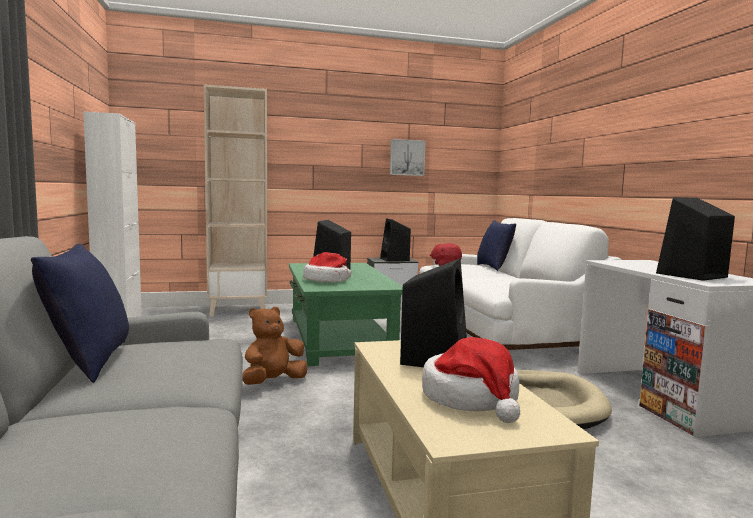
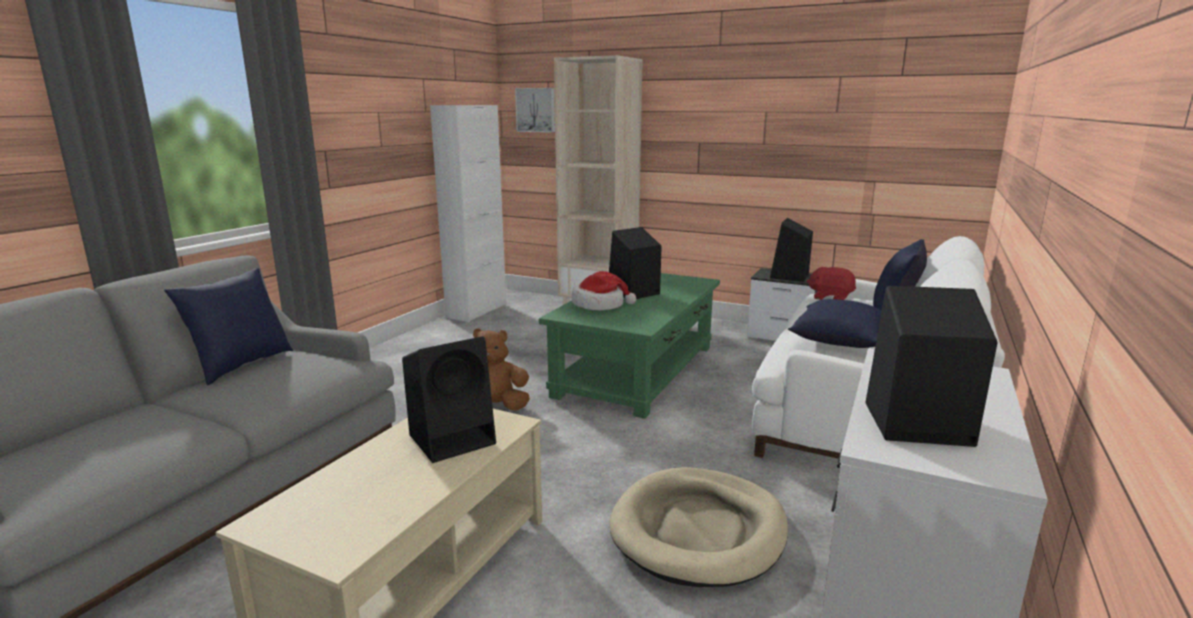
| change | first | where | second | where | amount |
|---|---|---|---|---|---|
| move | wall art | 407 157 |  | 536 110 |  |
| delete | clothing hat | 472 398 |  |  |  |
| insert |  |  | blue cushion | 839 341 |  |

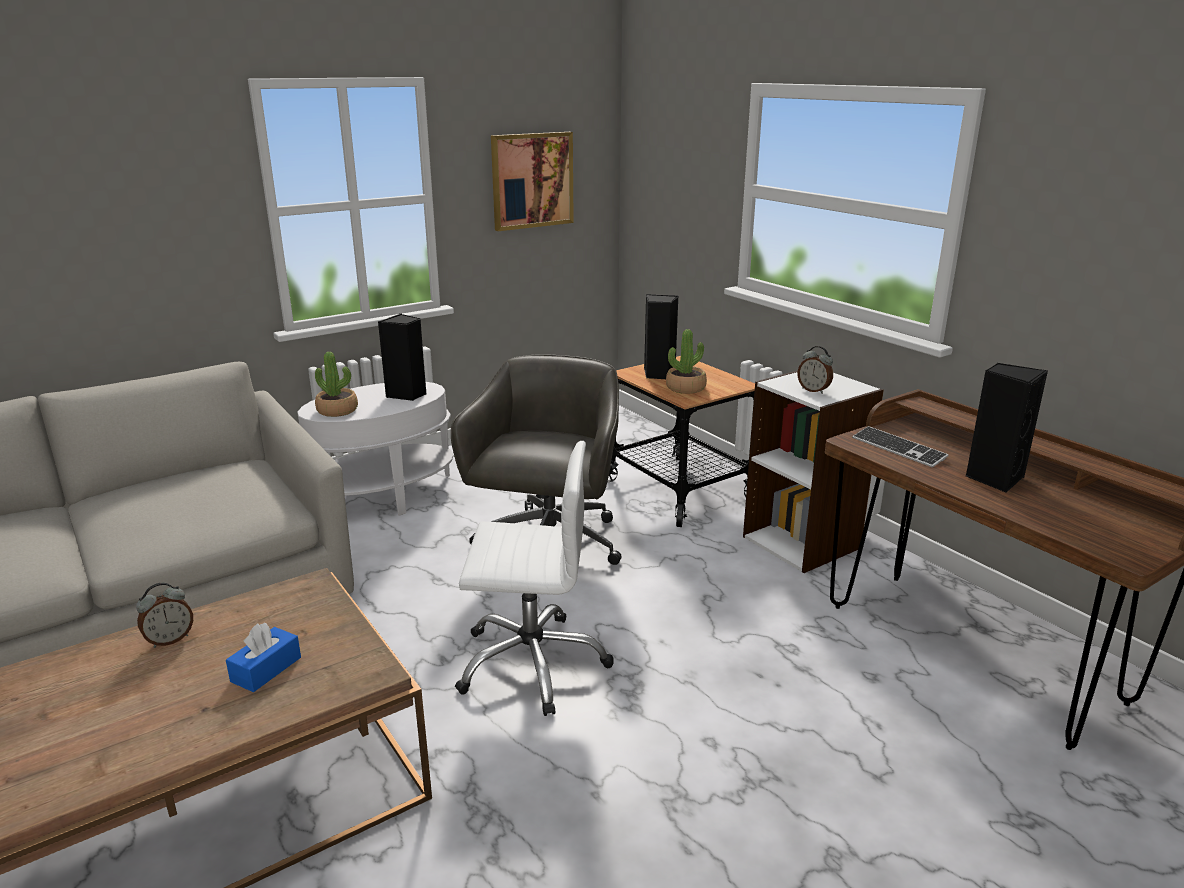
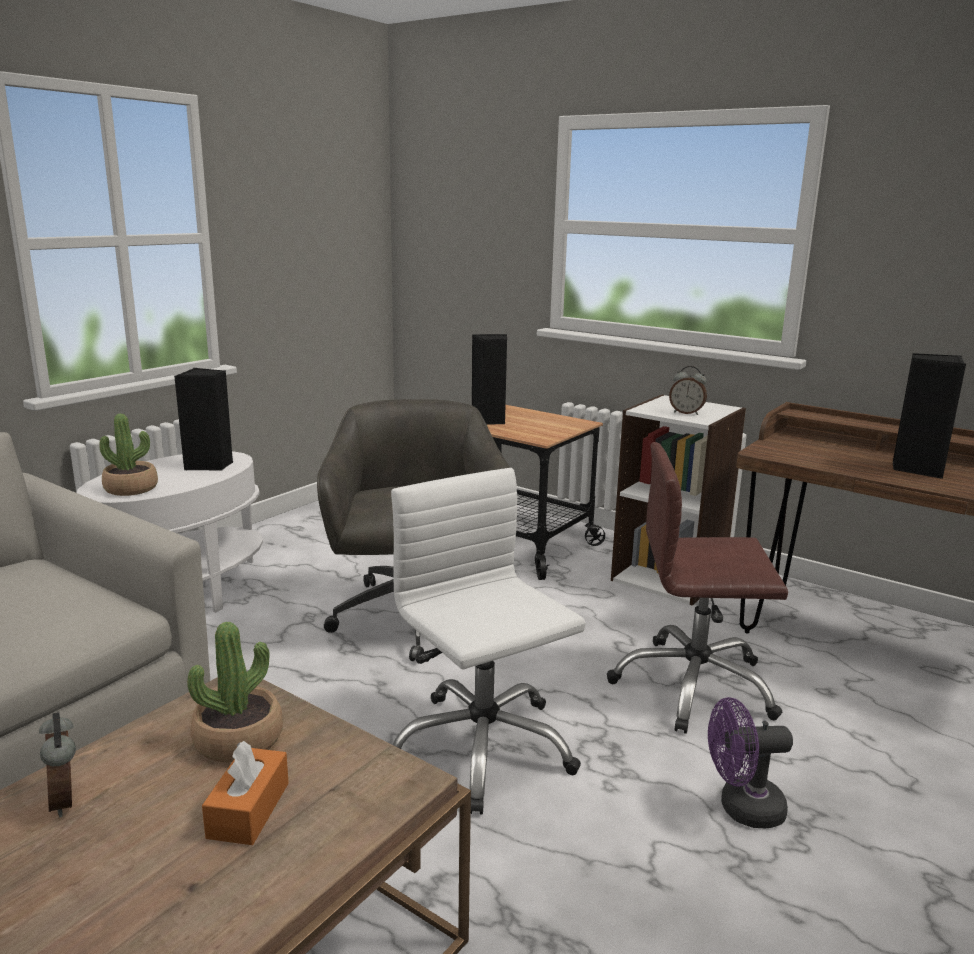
| change | first | where | second | where | amount |
|---|---|---|---|---|---|
| delete | wall art | 532 180 |  |  |  |
| move | potted plant | 685 388 |  | 238 739 |  |
| delete | computer keyboard | 898 449 |  |  |  |
| rotate | white-coloured computer chair | 532 662 |  | 481 747 | 105 degrees counterclockwise |
| rotate | bedside clock | 170 639 |  | 66 801 | 120 degrees clockwise |
| recolor | blue tissue box | 266 669 | orange-coloured tissue box | 248 810 |  |
| insert |  |  | brown computer chair | 693 686 |  |
| insert |  |  | purplish cooling fan | 742 809 |  |

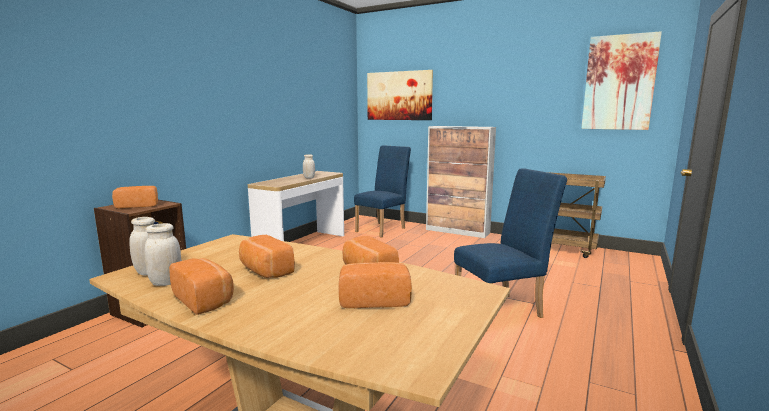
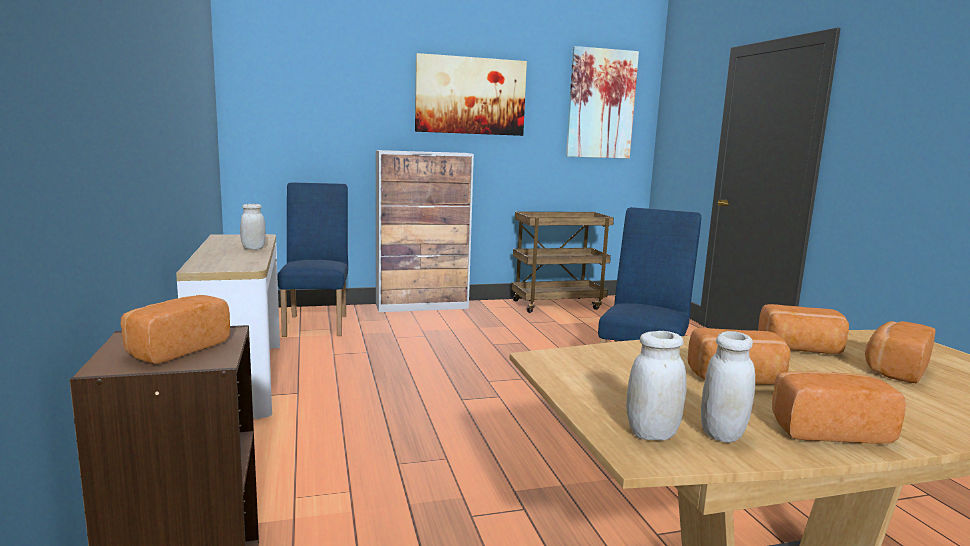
| change | first | where | second | where | amount |
|---|---|---|---|---|---|
| move | wall art | 399 96 |  | 470 96 |  |

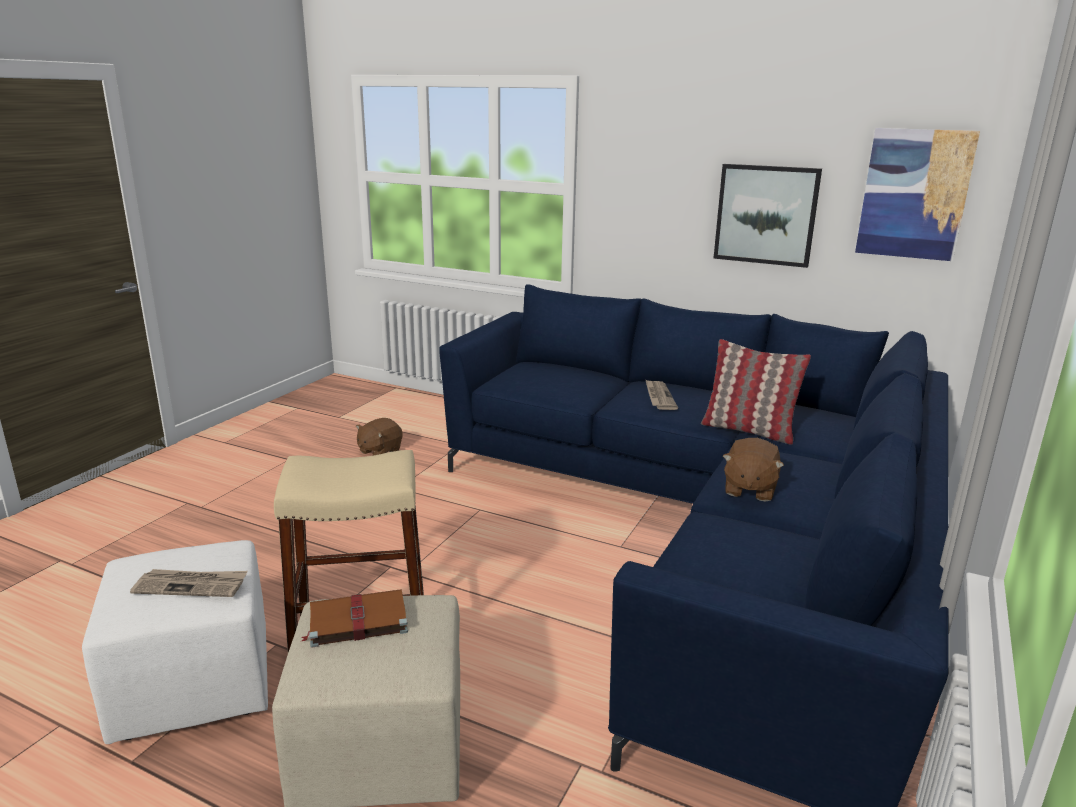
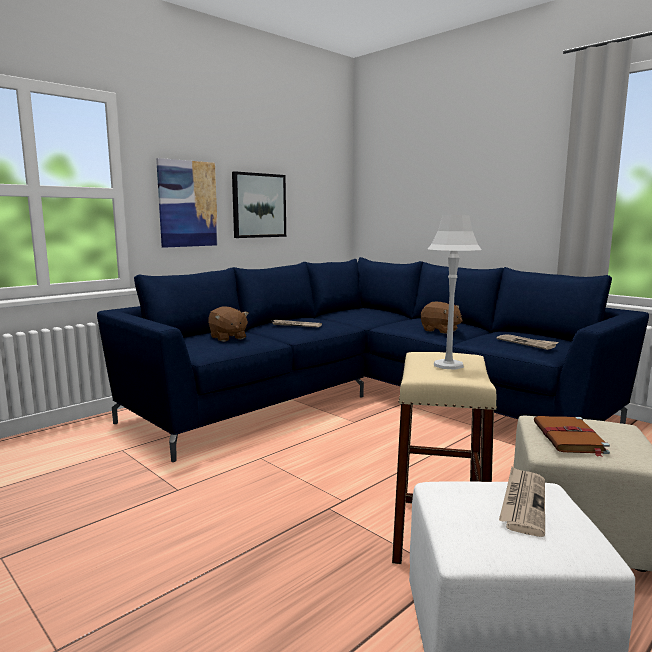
| change | first | where | second | where | amount |
|---|---|---|---|---|---|
| move | wall art | 914 194 |  | 187 204 |  |
| delete | cushion | 748 430 |  |  |  |
| move | brown soft toy | 379 451 |  | 227 338 |  |
| insert |  |  | greyish lamp for a table | 448 365 |  |
| insert |  |  | daily paper | 527 343 |  |

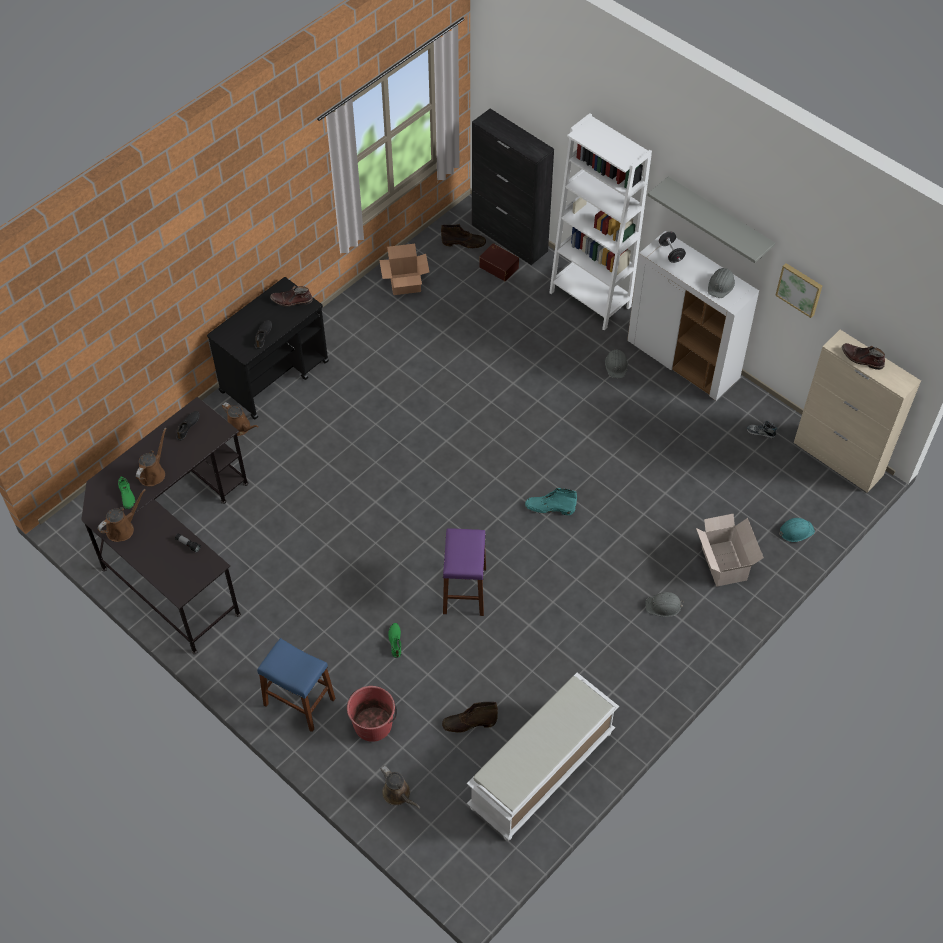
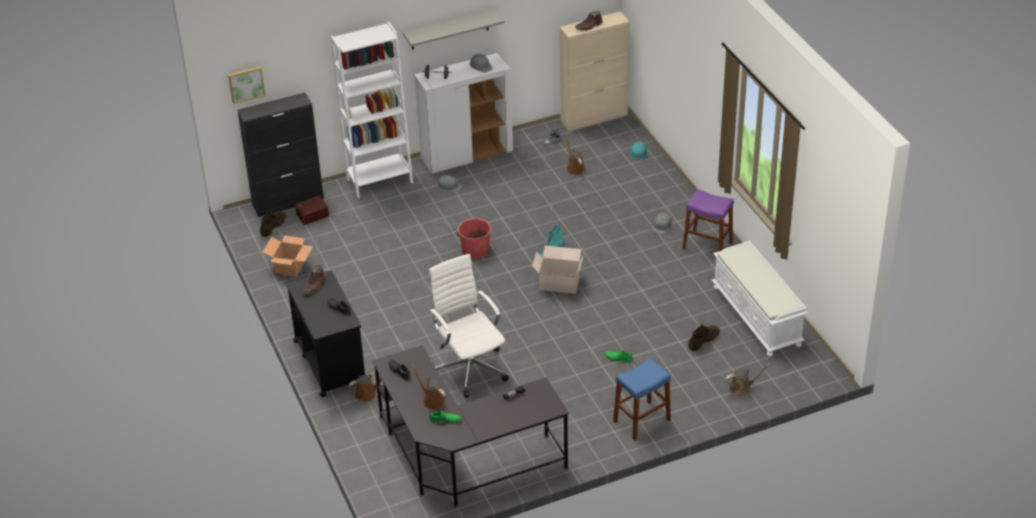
| change | first | where | second | where | amount |
|---|---|---|---|---|---|
| move | wall art | 800 289 |  | 246 84 |  |
| move | brown sprinkling can | 122 528 |  | 574 168 |  |
| move | carton | 723 562 |  | 558 283 |  |
| move | purplish stool seat | 464 591 |  | 707 245 |  |
| move | reddish bucket | 373 724 |  | 475 250 |  |
| rotate | brown boot | 469 723 |  | 704 340 | 150 degrees counterclockwise |
| insert |  |  | white-coloured computer chair | 470 368 |  |

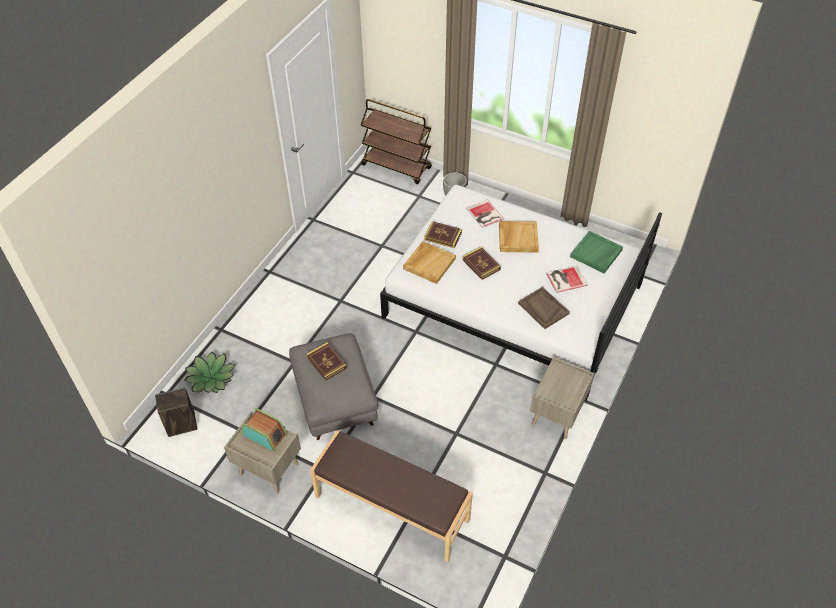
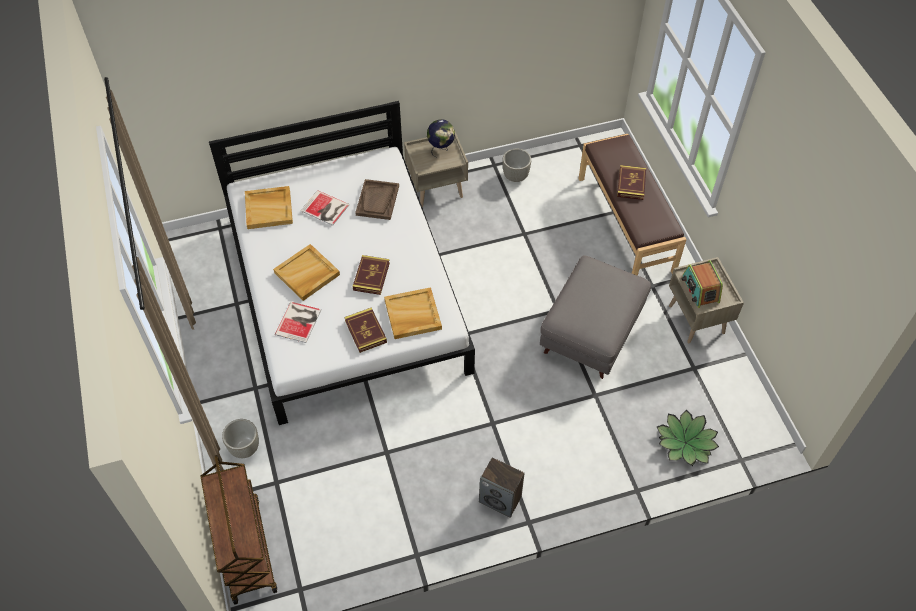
| change | first | where | second | where | amount |
|---|---|---|---|---|---|
| recolor | green-coloured carrying tray | 596 254 | beige carrying tray | 269 208 |  |
| move | volume | 326 363 |  | 631 184 |  |
| move | audio speaker | 181 425 |  | 500 499 |  |
| insert |  |  | globe | 441 149 |  |
| insert |  |  | greyish flower pot | 515 176 |  |

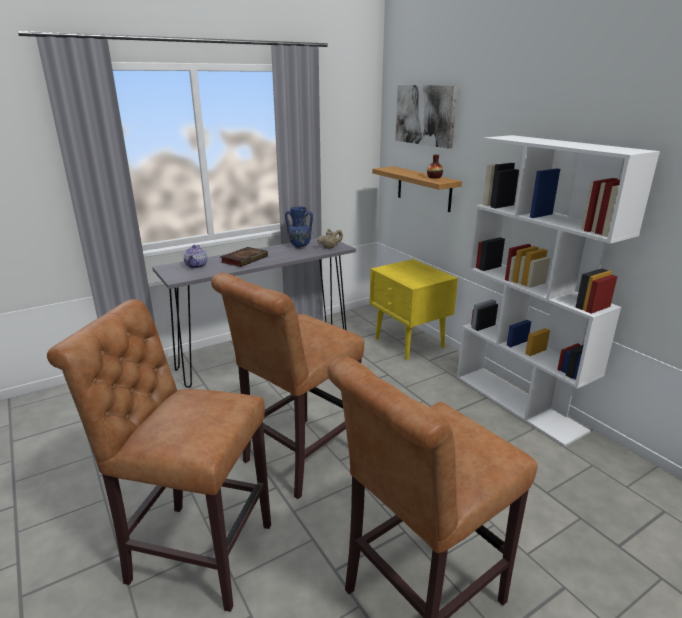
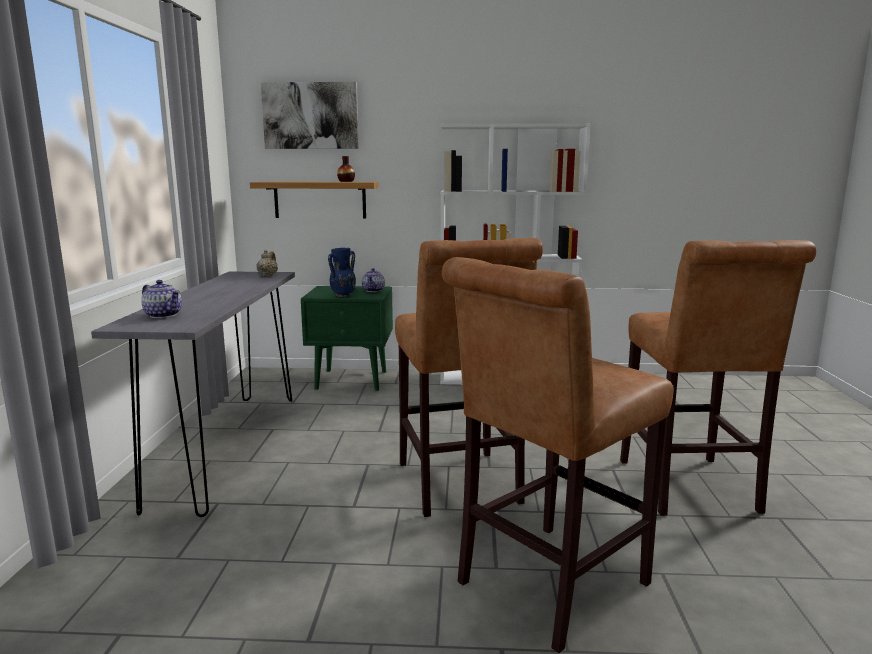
| change | first | where | second | where | amount |
|---|---|---|---|---|---|
| move | blue flower vase | 299 247 |  | 342 295 |  |
| delete | volume | 245 259 |  |  |  |
| recolor | yellowish bedside table | 409 343 | green-coloured bedside table | 352 380 |  |
| insert |  |  | pot for tea | 374 290 |  |

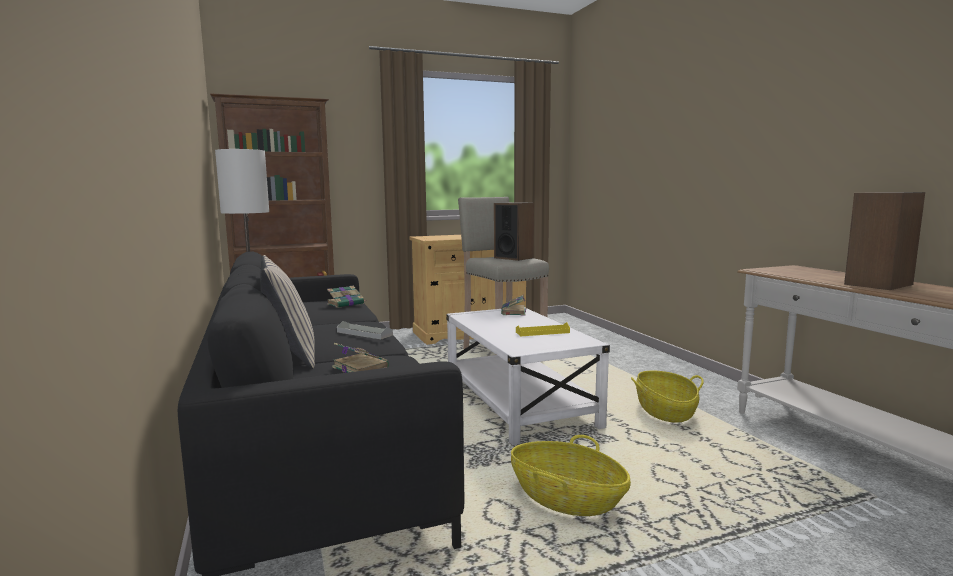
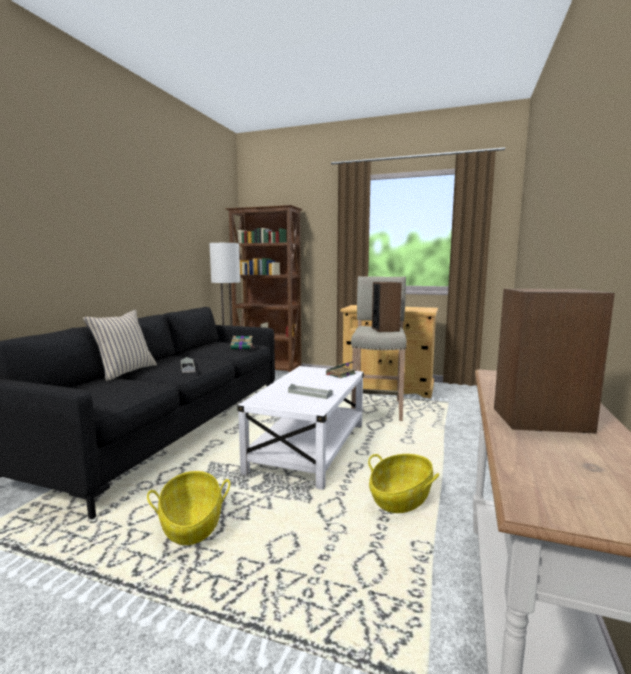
| change | first | where | second | where | amount |
|---|---|---|---|---|---|
| recolor | yellowish carrying tray | 542 332 | greyish carrying tray | 310 393 |  |
| delete | volume | 359 367 |  |  |  |

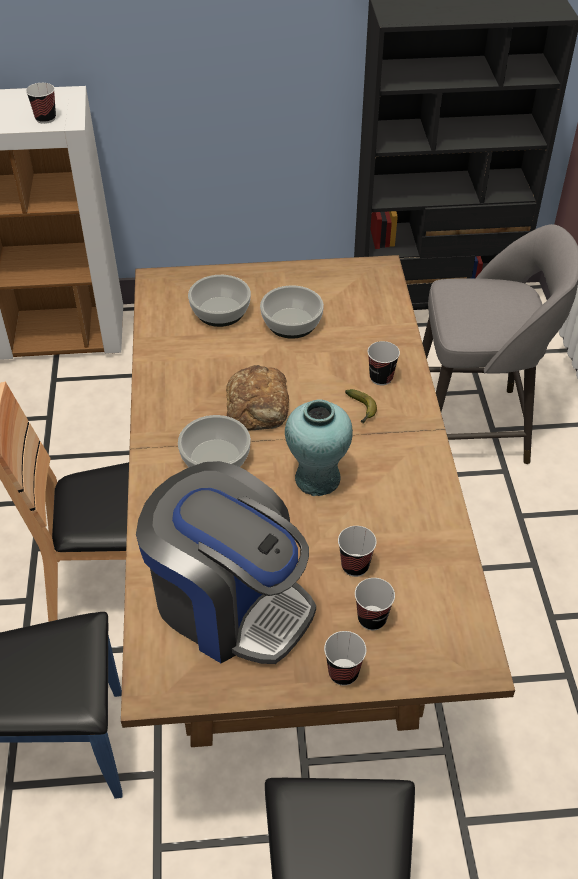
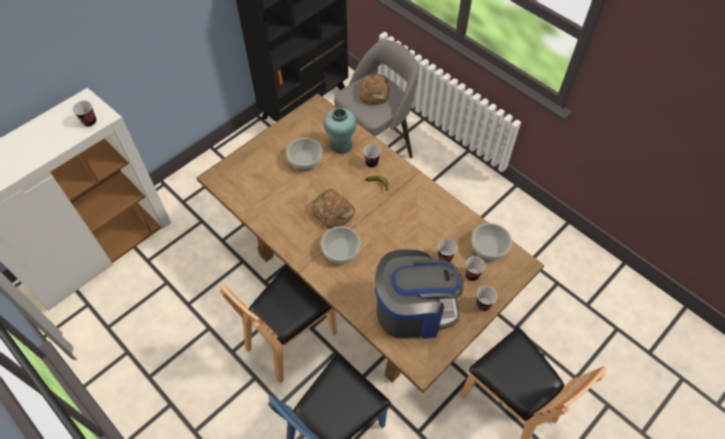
| change | first | where | second | where | amount |
|---|---|---|---|---|---|
| move | deep dish | 220 311 |  | 488 246 |  |
| move | turquoise-coloured flower vase | 317 478 |  | 341 145 |  |
| insert |  |  | bread | 374 92 |  |

